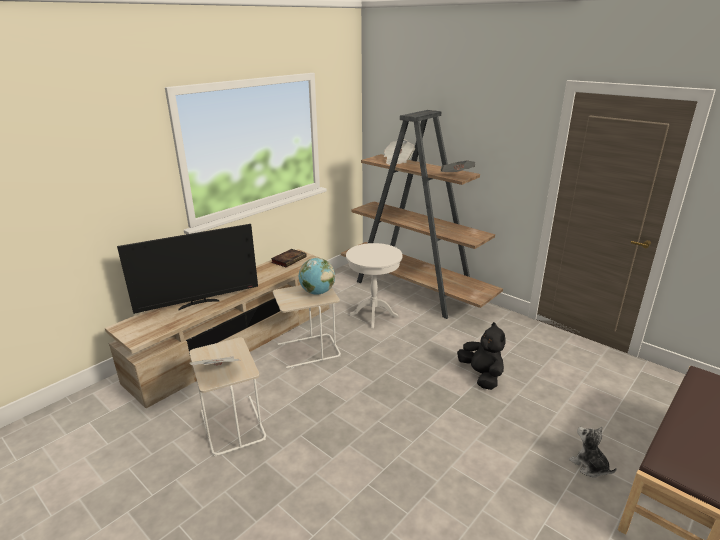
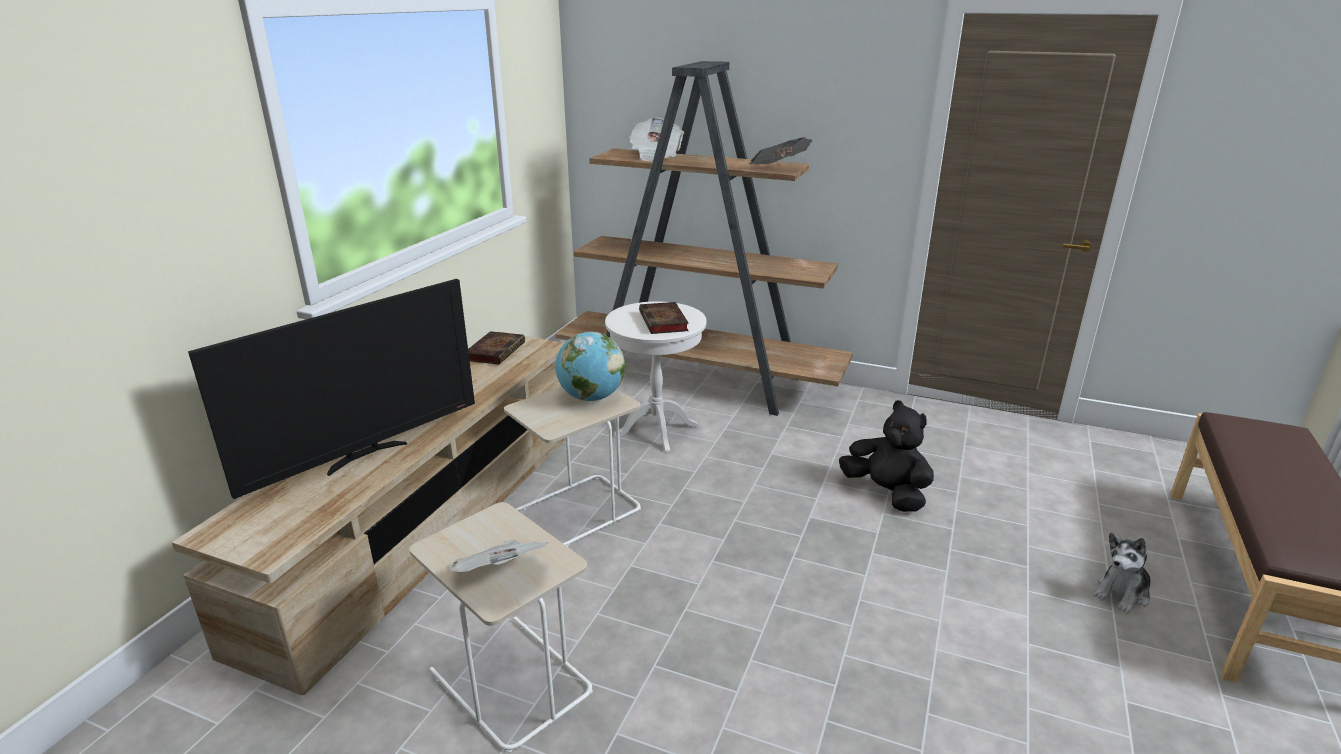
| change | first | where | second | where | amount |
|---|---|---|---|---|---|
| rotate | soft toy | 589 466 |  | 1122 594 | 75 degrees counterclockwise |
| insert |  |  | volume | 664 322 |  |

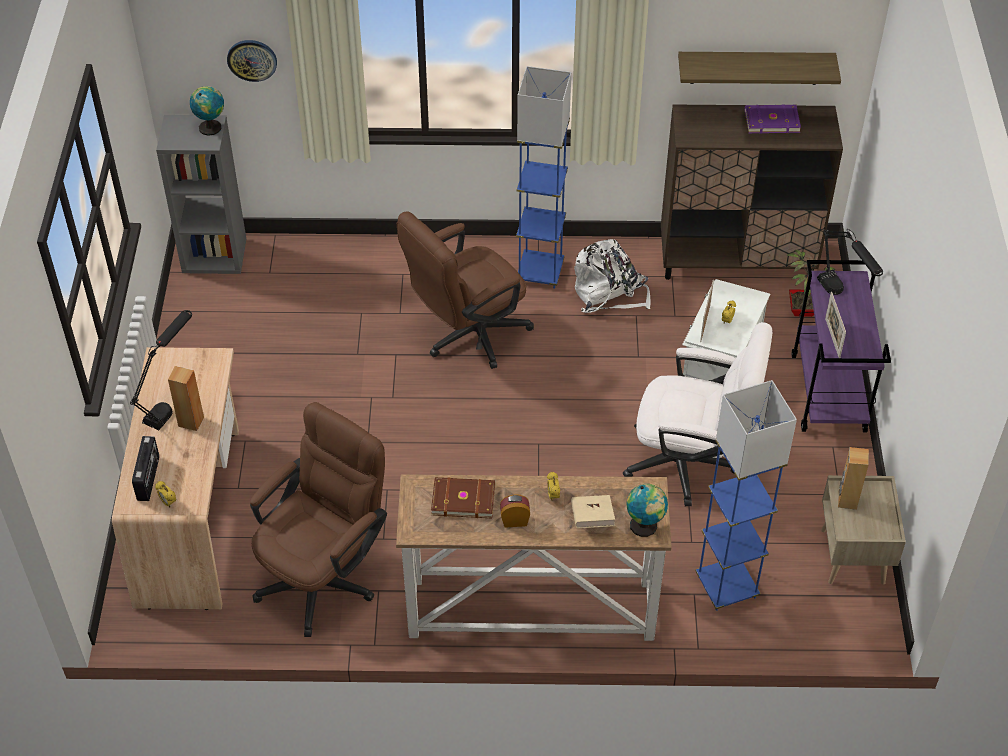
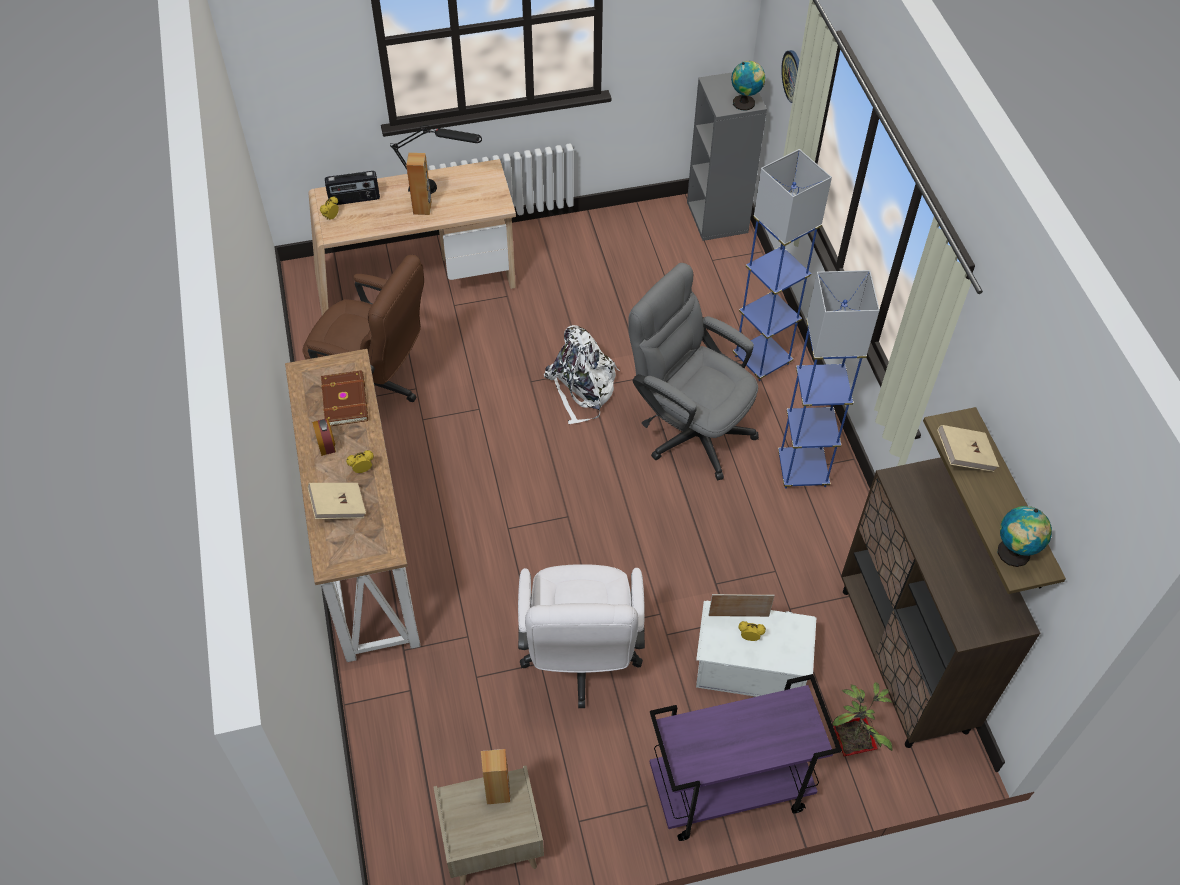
| change | first | where | second | where | amount |
|---|---|---|---|---|---|
| delete | purplish volume | 771 120 |  |  |  |
| recolor | brown computer chair | 467 336 | greyish computer chair | 689 428 |  |
| delete | blackish lamp for a table | 841 297 |  |  |  |
| move | white-coloured knapsack | 609 293 |  | 582 388 |  |
| delete | photo frame | 832 338 |  |  |  |
| move | blue standing lamp | 726 587 |  | 762 360 |  |
| move | globe | 645 526 |  | 1013 554 |  |
| insert |  |  | beige volume | 964 456 |  |

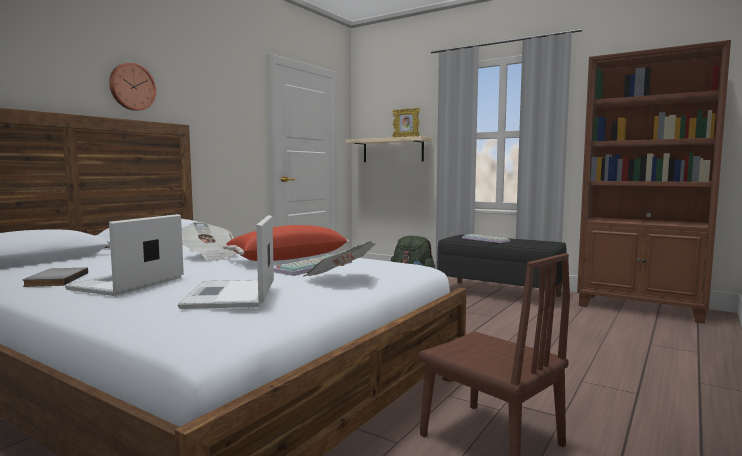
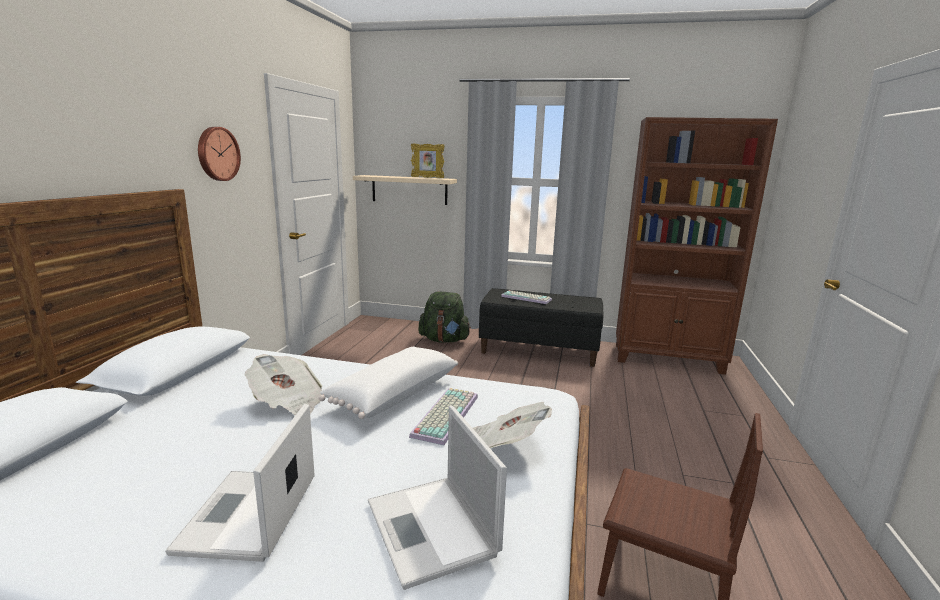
| change | first | where | second | where | amount |
|---|---|---|---|---|---|
| move | wall clock | 131 87 |  | 217 154 |  |
| recolor | reddish cushion | 287 258 | white-coloured cushion | 393 394 |  |
| delete | greyish volume | 54 280 |  |  |  |

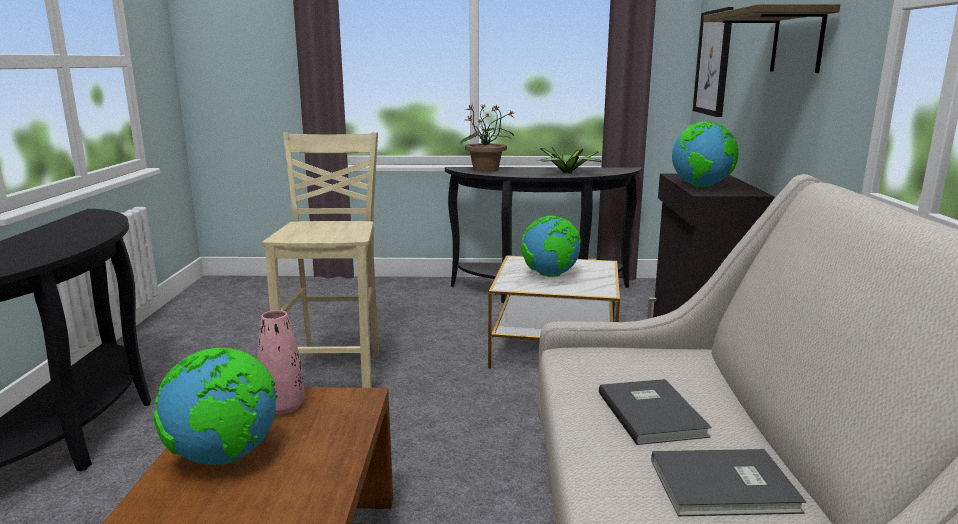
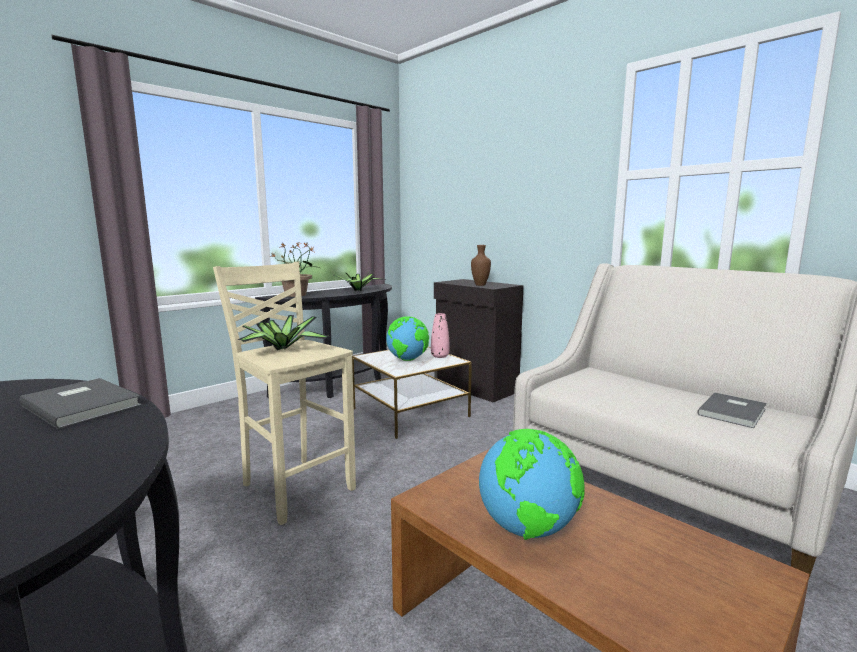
| change | first | where | second | where | amount |
|---|---|---|---|---|---|
| delete | wall shelf | 797 41 |  |  |  |
| delete | wall art | 713 63 |  |  |  |
| replace | globe | 701 186 | brown flower vase | 480 285 |  |
| move | pink flower vase | 283 407 |  | 440 356 |  |
| move | greyish volume | 653 413 |  | 84 404 |  |
| insert |  |  | potted plant | 281 350 |  |

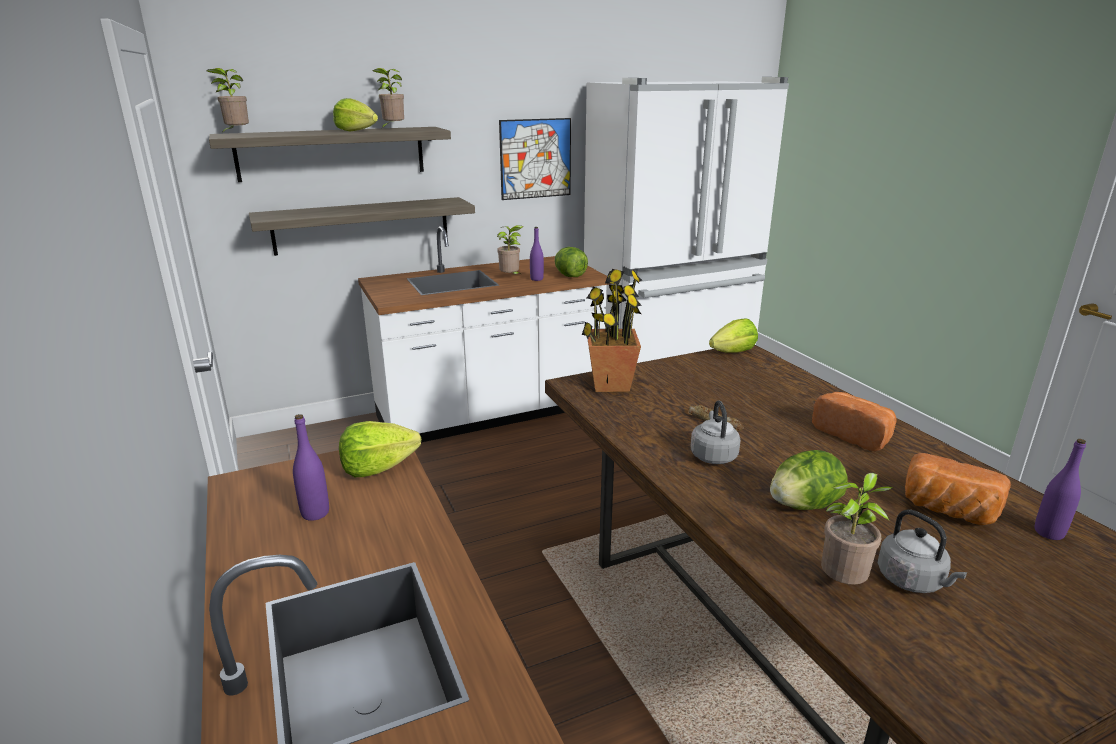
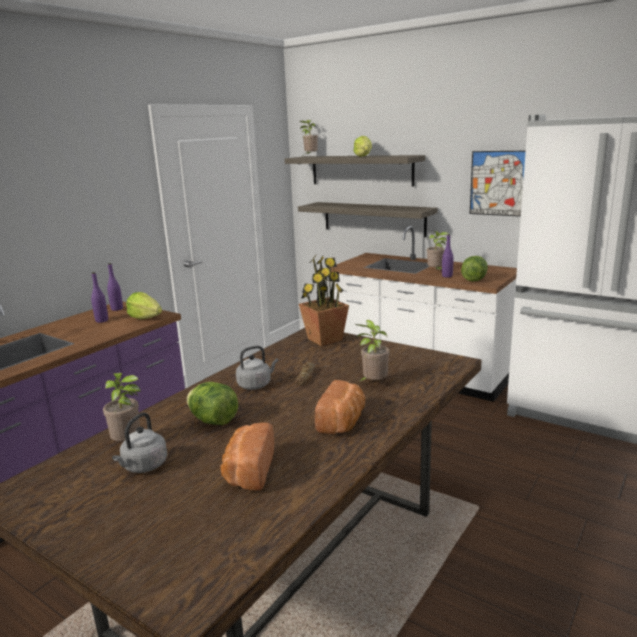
| change | first | where | second | where | amount |
|---|---|---|---|---|---|
| move | potted plant | 392 129 |  | 373 384 |  |
| delete | lettuce head | 733 352 |  |  |  |
| move | purplish bottle | 1048 533 |  | 117 309 |  |

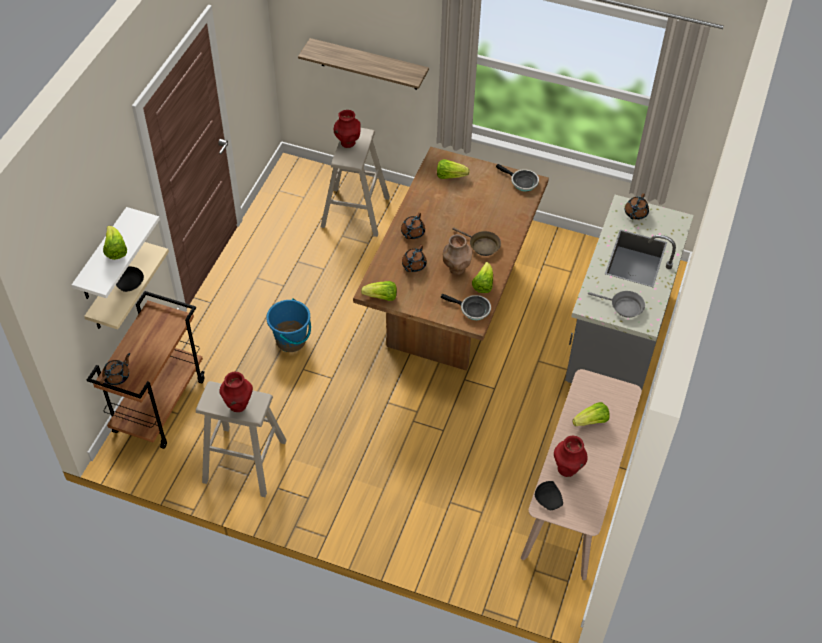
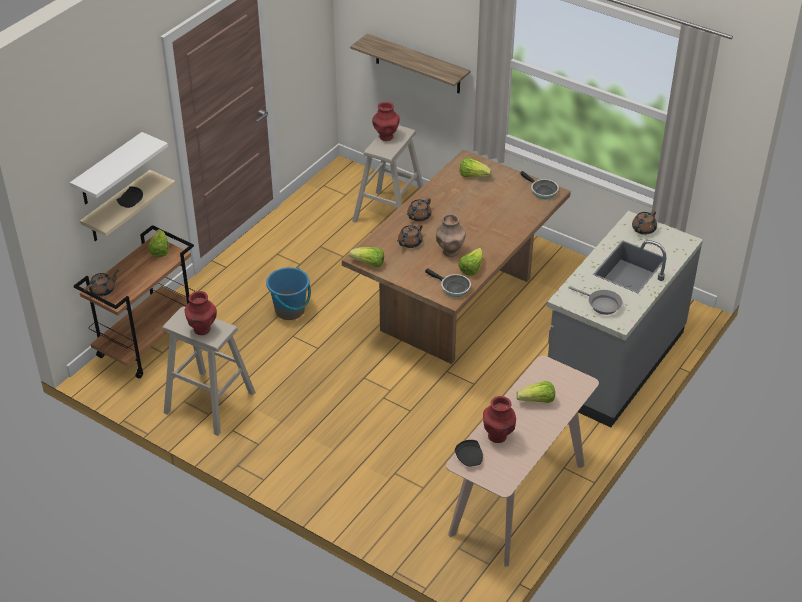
| change | first | where | second | where | amount |
|---|---|---|---|---|---|
| move | lettuce head | 115 250 |  | 159 250 |  |
| delete | brown frying pan | 482 245 |  |  |  |

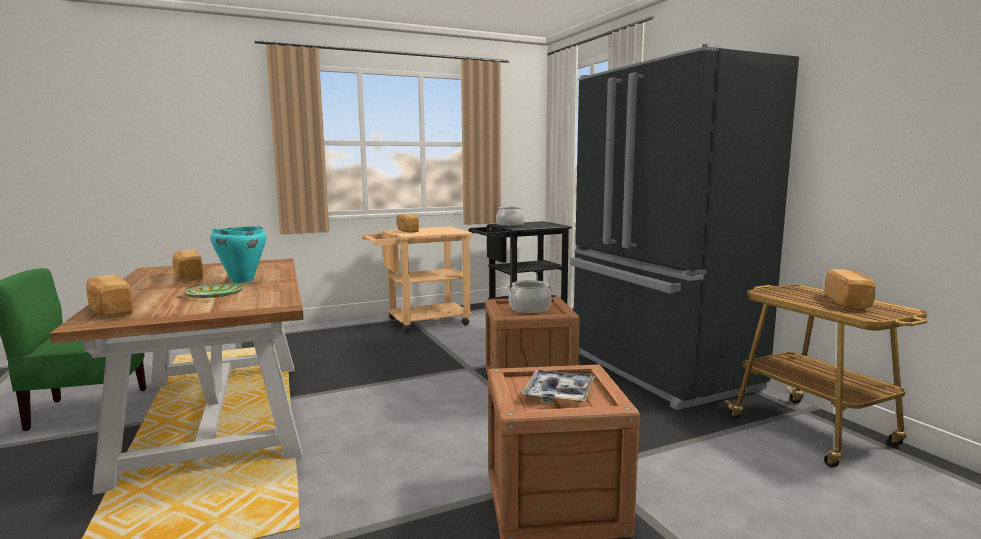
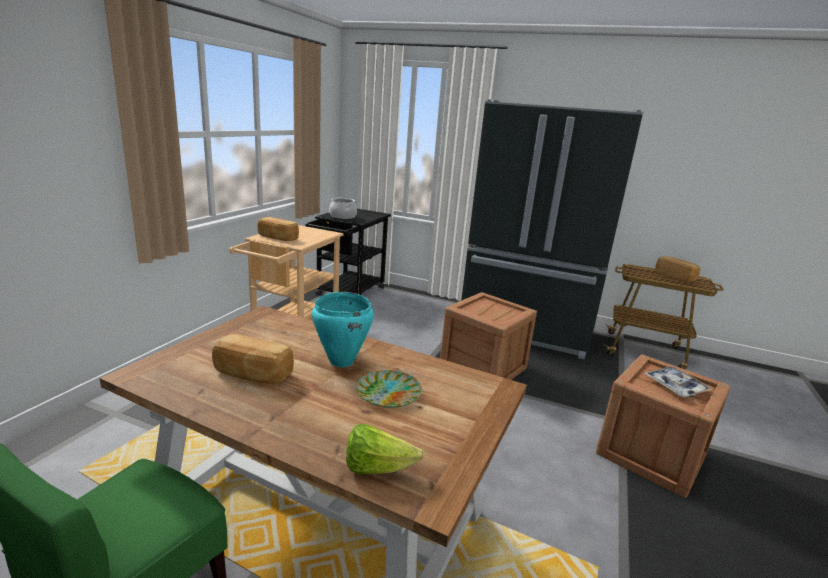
| change | first | where | second | where | amount |
|---|---|---|---|---|---|
| replace | bread | 109 311 | lettuce head | 377 468 |  |
| delete | stockpot | 529 309 |  |  |  |

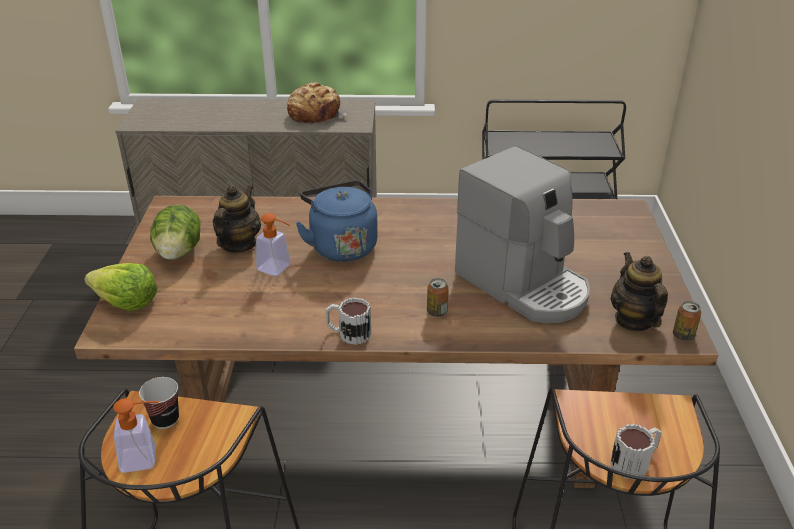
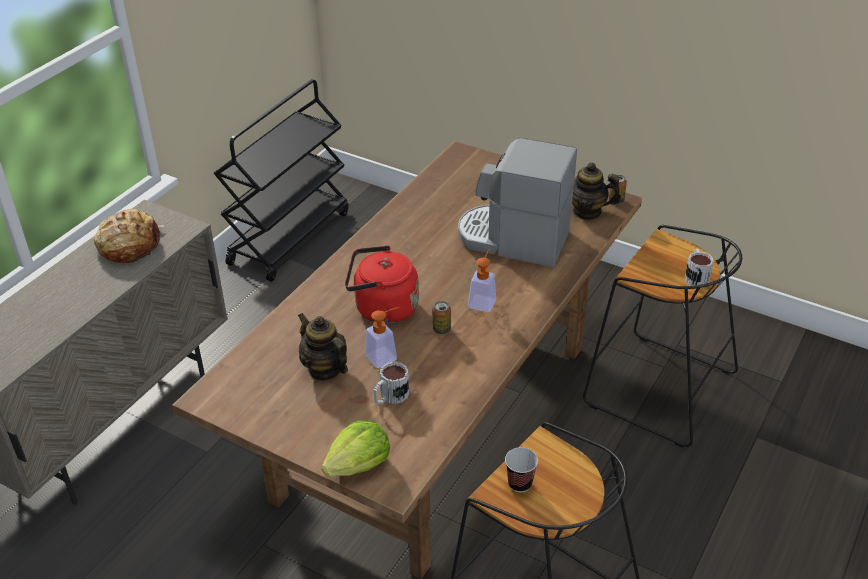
| change | first | where | second | where | amount |
|---|---|---|---|---|---|
| rotate | coffee brewer | 524 285 |  | 513 239 | 150 degrees counterclockwise |
| recolor | blue water kettle | 341 246 | reddish water kettle | 382 309 |  |
| delete | lettuce head | 179 253 |  |  |  |
| move | metal can | 437 312 |  | 441 329 |  |
| move | coffee mug | 348 333 |  | 390 397 |  |
| move | soap bottle | 146 458 |  | 483 300 |  |

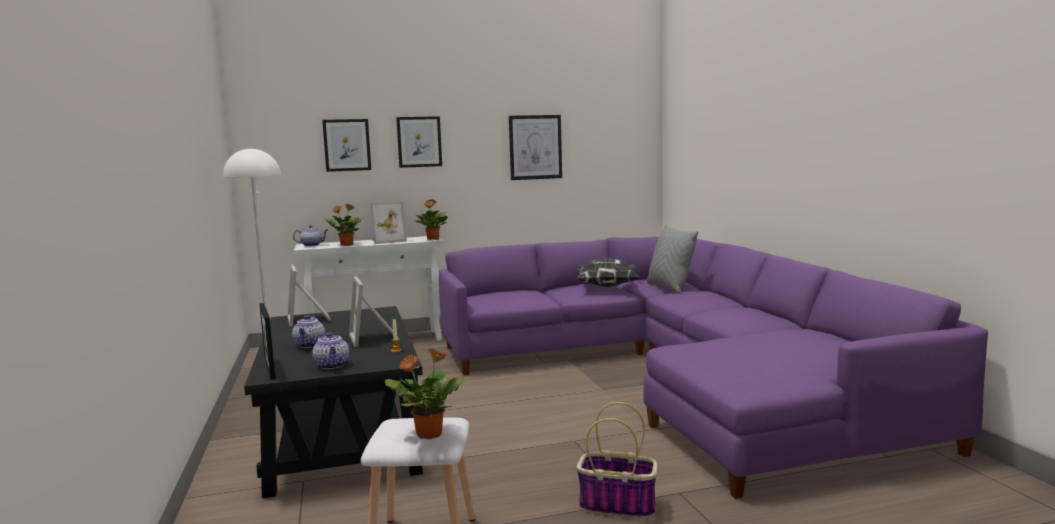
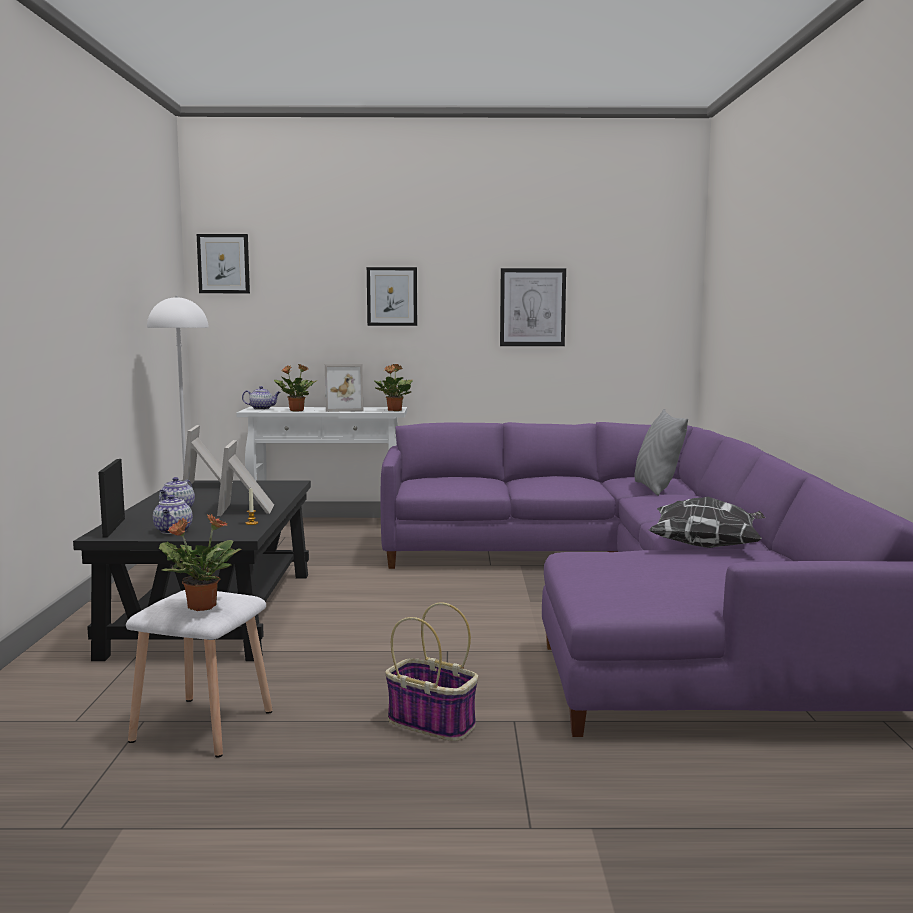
| change | first | where | second | where | amount |
|---|---|---|---|---|---|
| move | wall art | 347 145 |  | 223 263 |  |
| move | cushion | 607 286 |  | 707 547 |  |

